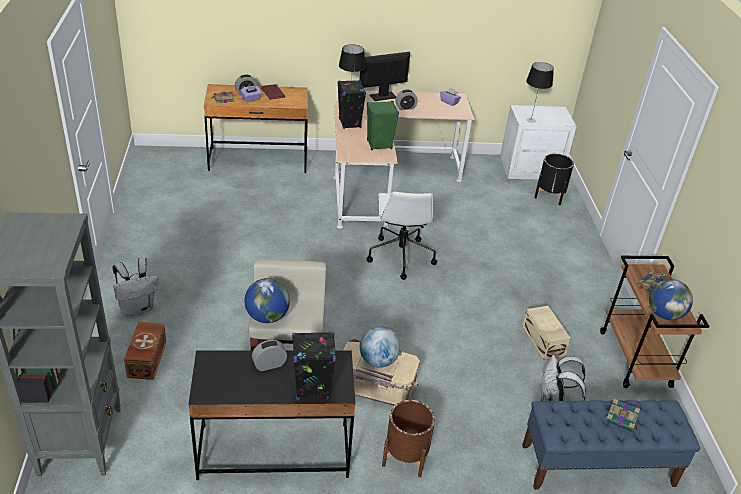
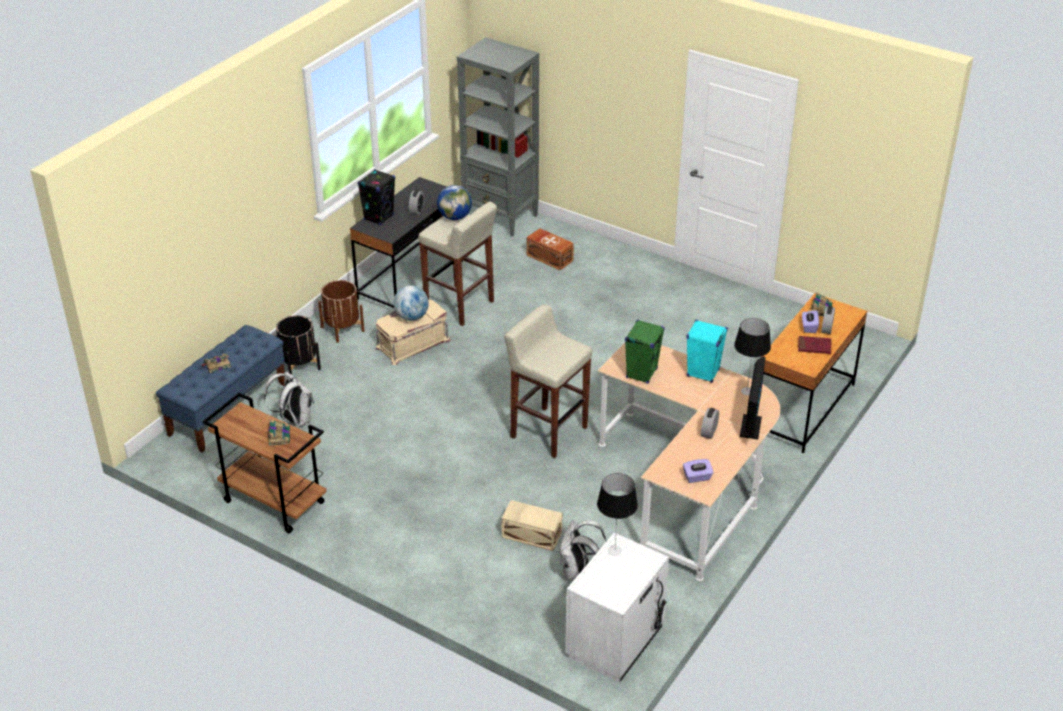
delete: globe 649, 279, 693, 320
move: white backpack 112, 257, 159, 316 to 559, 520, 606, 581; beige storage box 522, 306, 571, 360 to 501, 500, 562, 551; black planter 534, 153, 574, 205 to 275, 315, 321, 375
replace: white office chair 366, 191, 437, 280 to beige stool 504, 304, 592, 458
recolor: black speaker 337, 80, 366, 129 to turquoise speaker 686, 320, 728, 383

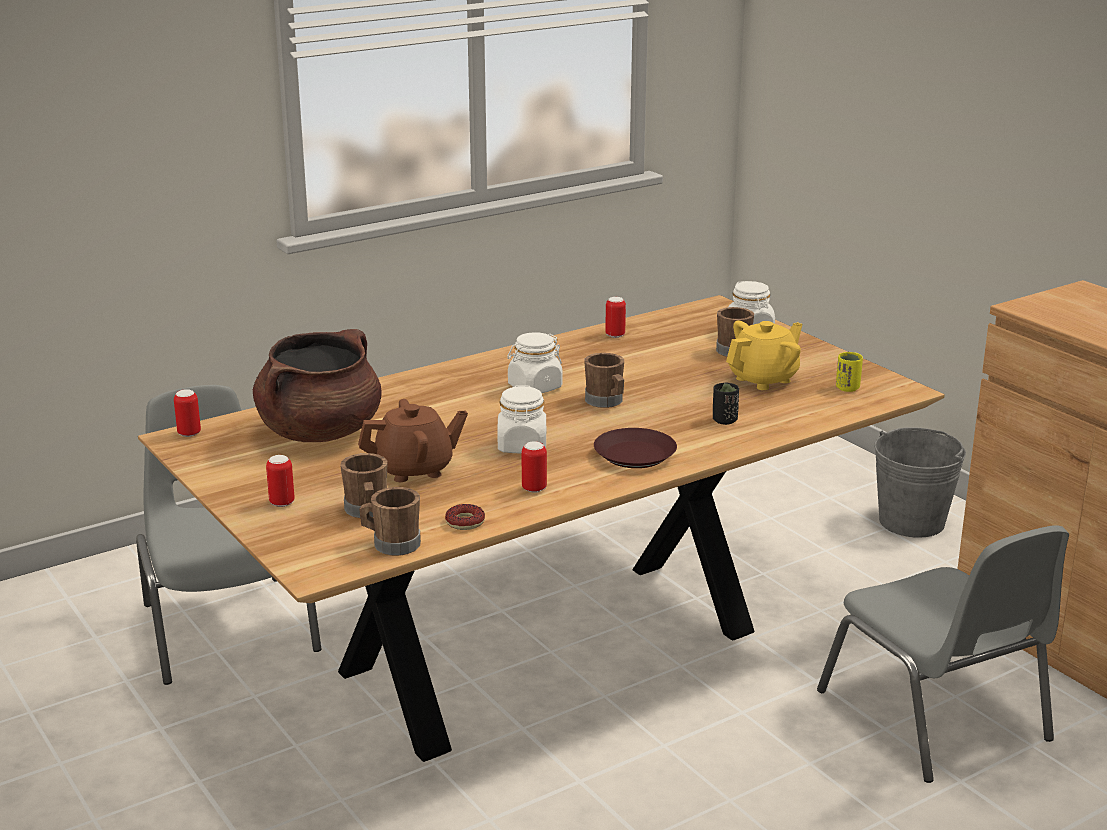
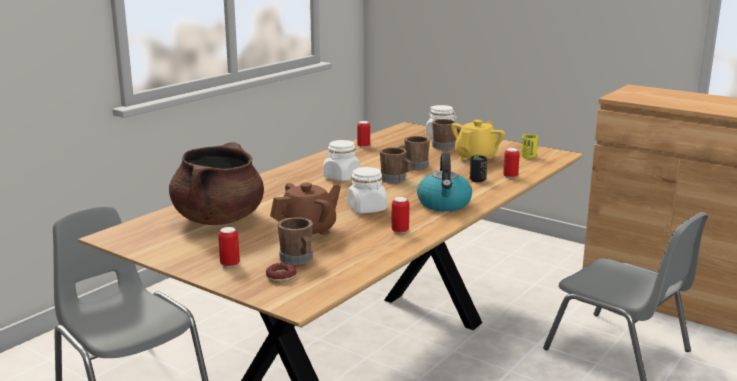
delete: grey bucket 874, 427, 966, 538
move: can 174, 389, 201, 437 to 503, 148, 520, 178; brown mug 359, 487, 421, 556 to 398, 136, 430, 170; donut 445, 504, 485, 530 to 266, 263, 297, 282
replace: brown plate 594, 428, 677, 468 to kettle 417, 153, 472, 211

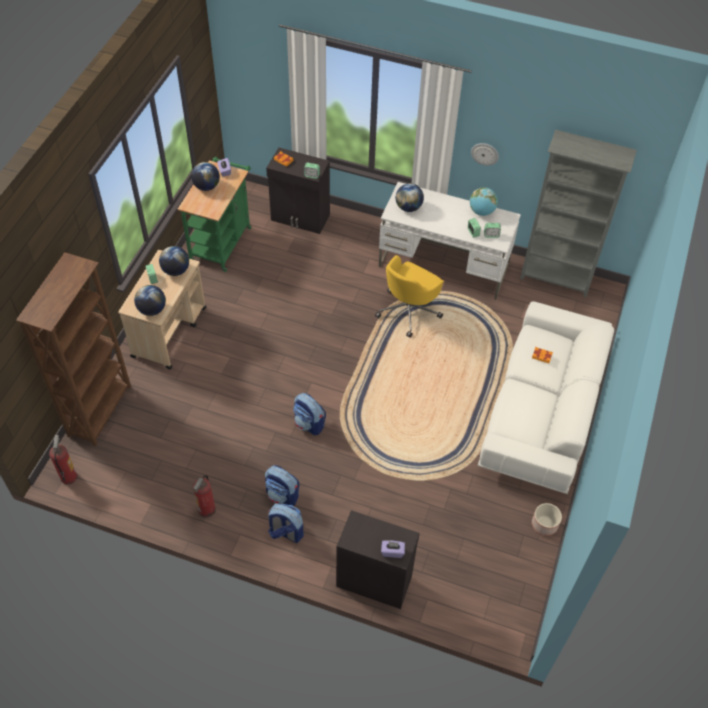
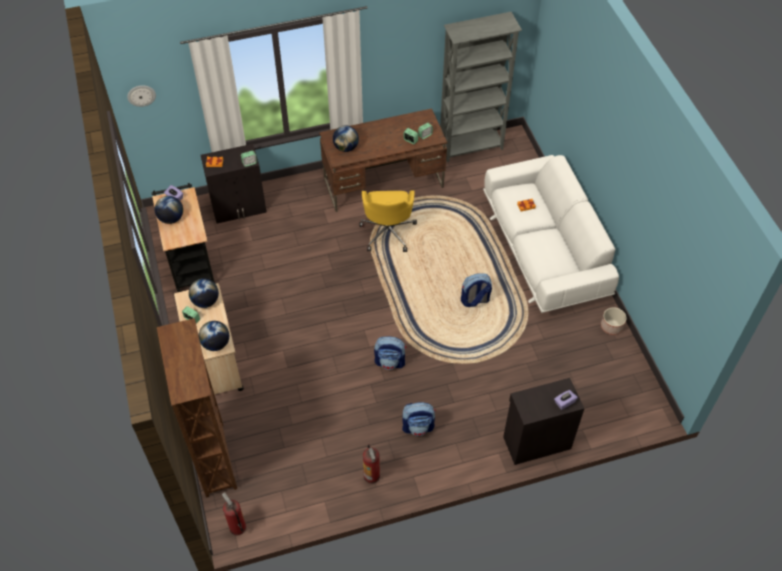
delete: globe 470, 187, 498, 216
move: backpack 268, 504, 304, 543 to 461, 273, 492, 307; wall clock 471, 143, 499, 166 to 127, 85, 156, 107
recolor: green cart 178, 157, 252, 272 to black cart 152, 183, 216, 292; white desk 379, 182, 521, 300 to brown desk 319, 108, 447, 212

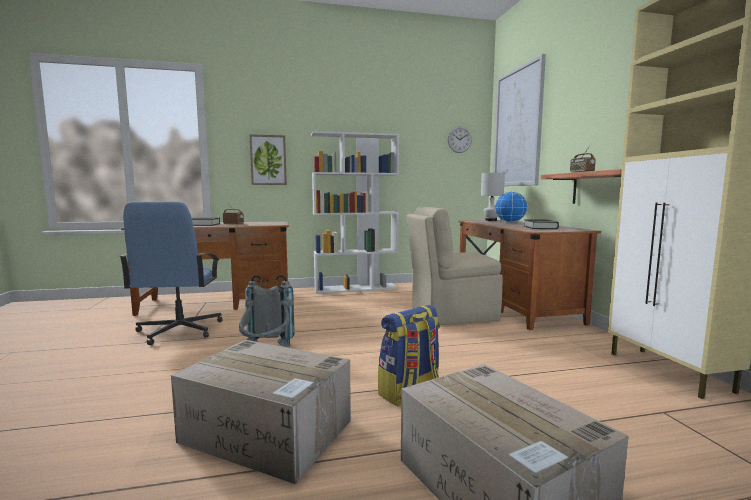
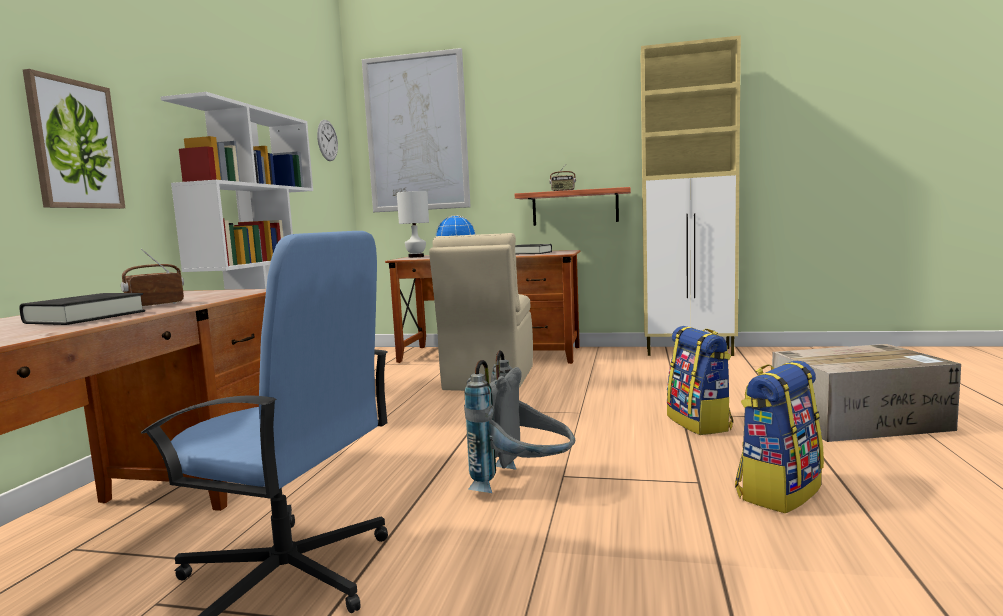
replace: cardboard box 171, 340, 351, 484 to backpack 735, 361, 824, 514

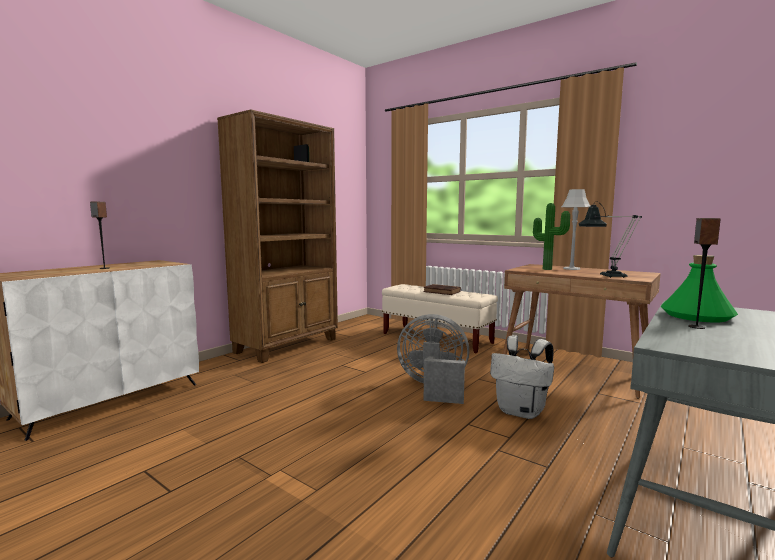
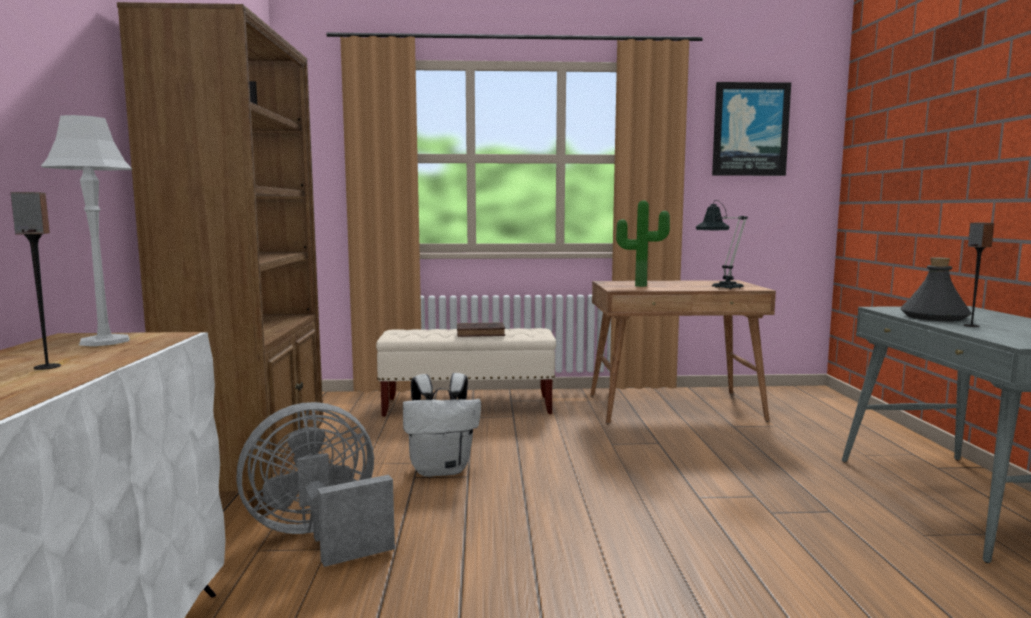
insert: picture 712, 82, 791, 176
move: grey fan 397, 314, 470, 404 to 236, 402, 395, 567; white backpack 490, 335, 554, 419 to 403, 373, 481, 477; grey table lamp 561, 189, 591, 270 to 41, 115, 132, 346
recolor: green bottle 661, 255, 738, 322 to grey bottle 900, 257, 972, 321

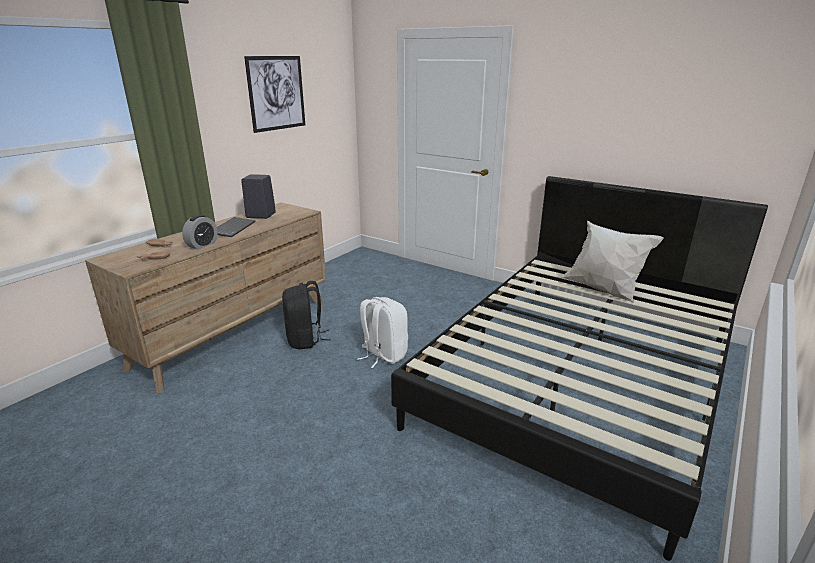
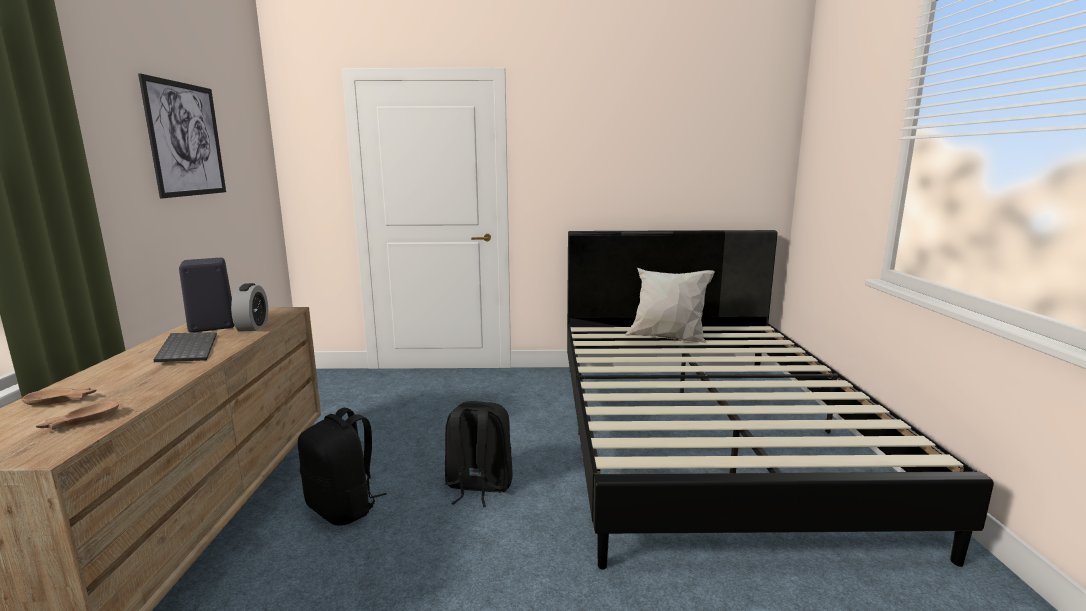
move: alarm clock 182, 215, 218, 249 to 231, 283, 268, 332
recolor: white backpack 357, 297, 408, 368 to black backpack 445, 401, 513, 507

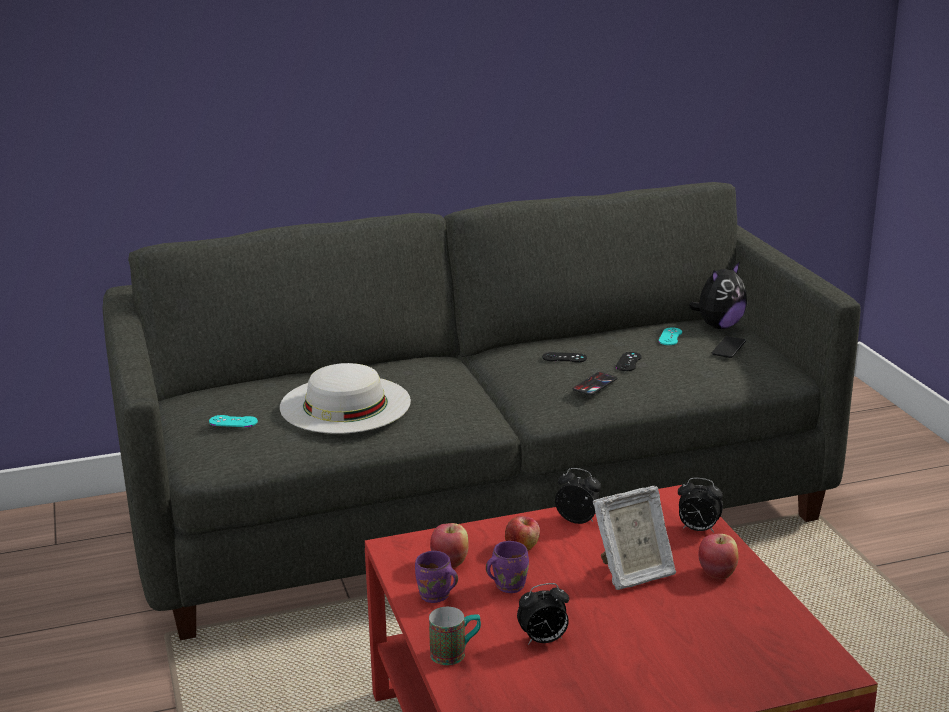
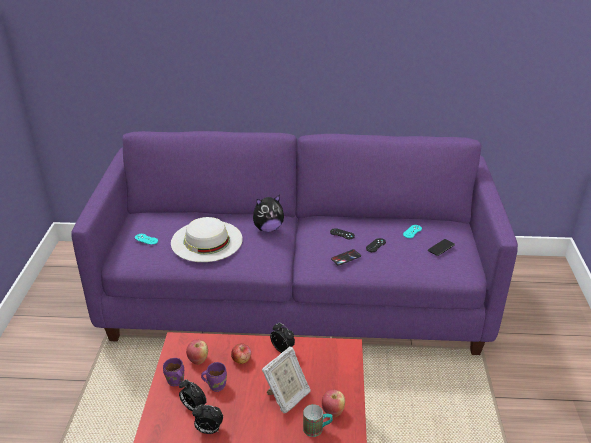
move: mug 429, 607, 481, 665 to 303, 404, 333, 437; alarm clock 678, 478, 723, 533 to 179, 379, 207, 411; plush toy 689, 261, 747, 329 to 253, 195, 284, 232
recolor: grey sofa 103, 182, 861, 640 to purple sofa 72, 131, 518, 355
rotate: picture frame 593, 486, 676, 590 = 262, 347, 311, 413 45 degrees counterclockwise

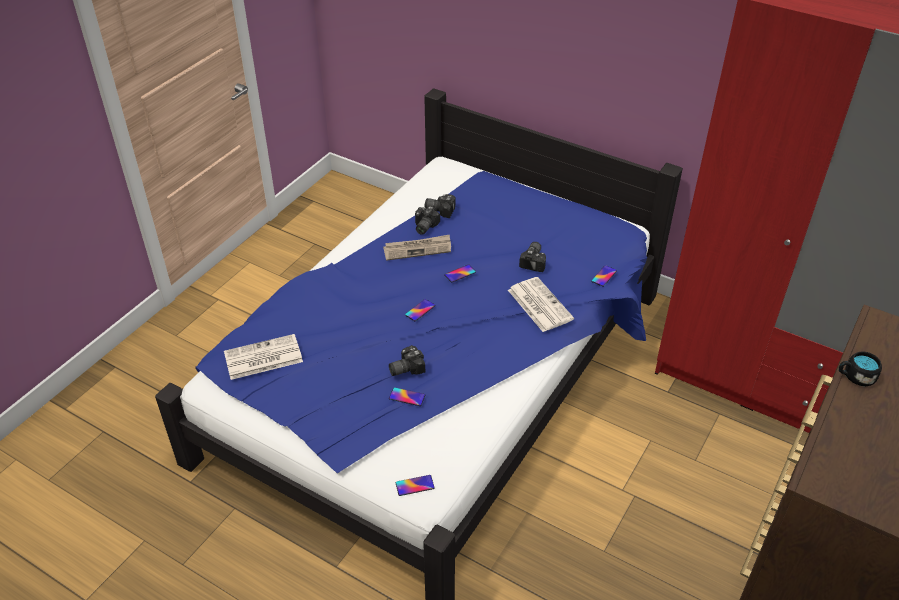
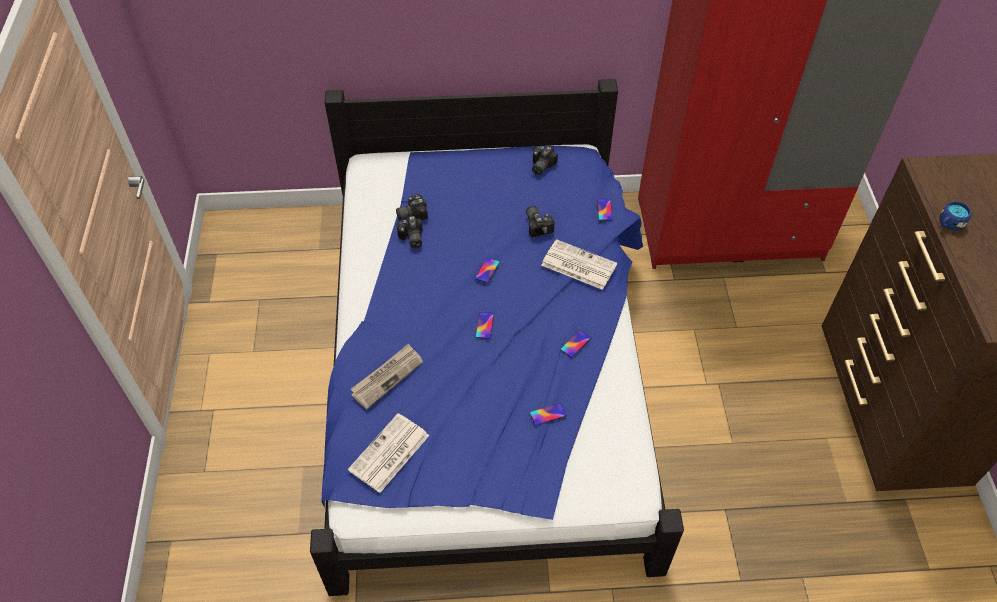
move: newspaper 383, 235, 451, 261 to 351, 343, 423, 409; photo camera 389, 345, 425, 376 to 532, 146, 558, 175; phone 396, 475, 435, 496 to 560, 330, 591, 358
recolor: black mug 839, 351, 882, 386 to blue mug 939, 201, 972, 231

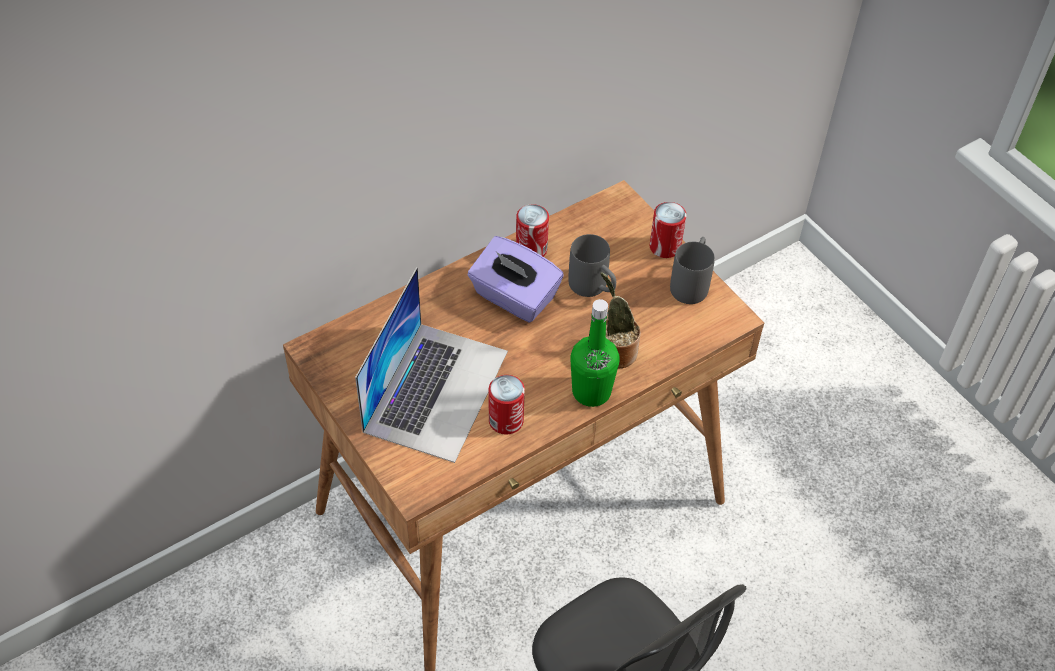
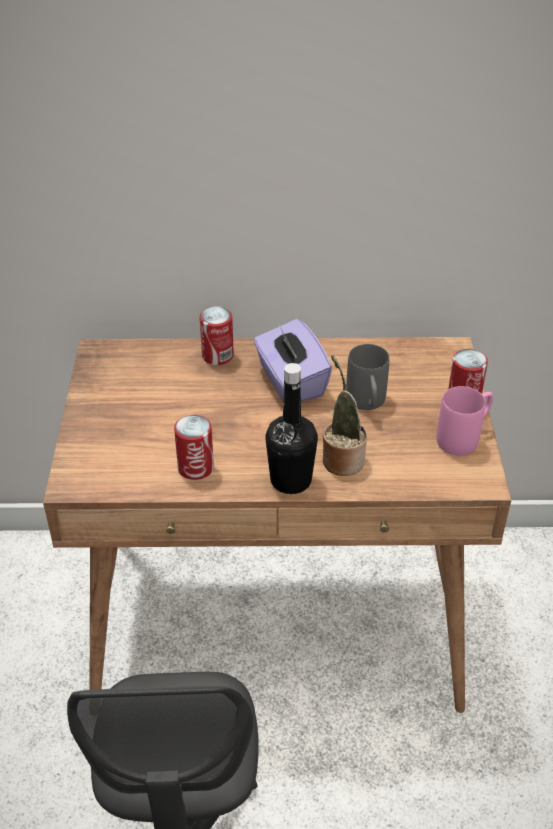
delete: laptop 355, 267, 508, 463
move: can 516, 204, 549, 257 to 200, 307, 234, 365
recolor: green bottle 570, 299, 619, 407 to black bottle 266, 363, 318, 494; grey mug 670, 237, 715, 304 to pink mug 437, 386, 493, 456

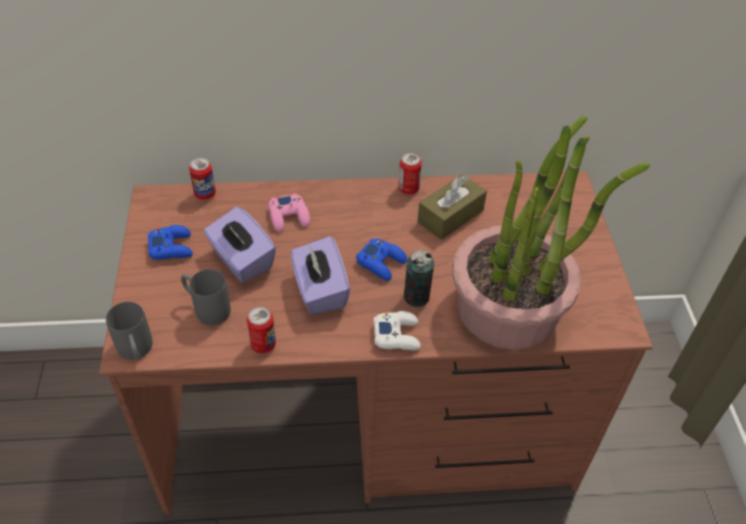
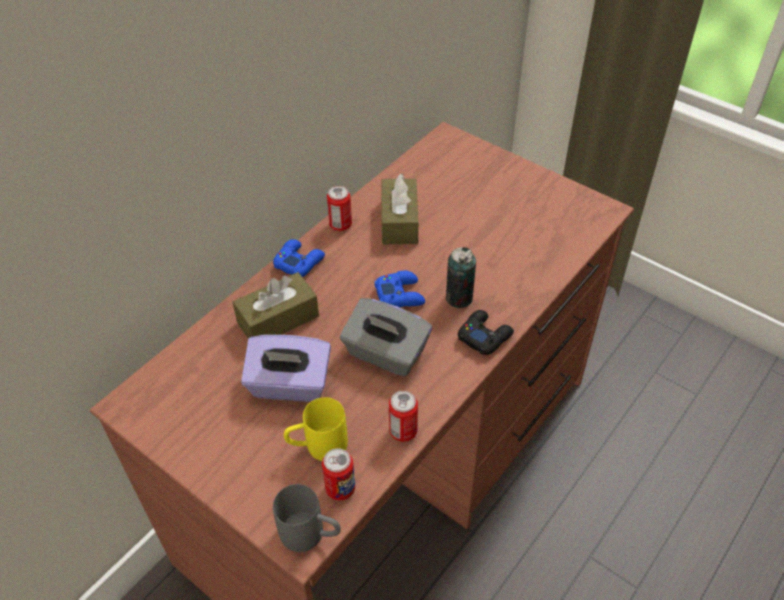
delete: potted plant 452, 116, 650, 350
move: blue game controller 148, 225, 193, 260 to 273, 239, 325, 277; can 189, 158, 216, 200 to 322, 448, 355, 501
replace: pink game controller 268, 194, 310, 232 to brown tissue box 232, 272, 319, 338
recolor: grey mug 181, 269, 231, 325 to yellow mug 284, 397, 348, 461; purple tissue box 291, 236, 350, 314 to grey tissue box 340, 298, 432, 377; white game controller 374, 311, 421, 350 to black game controller 458, 310, 514, 355

